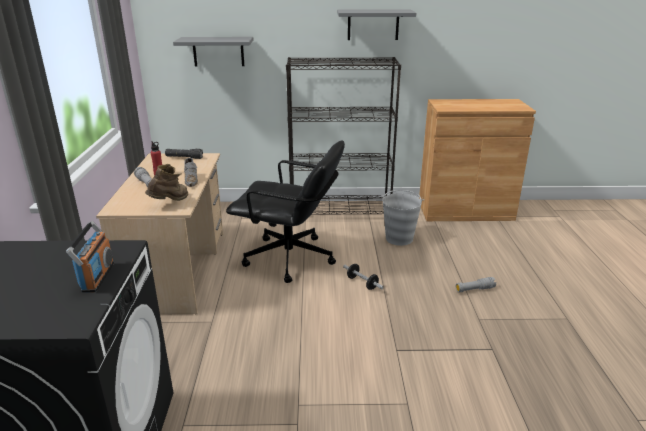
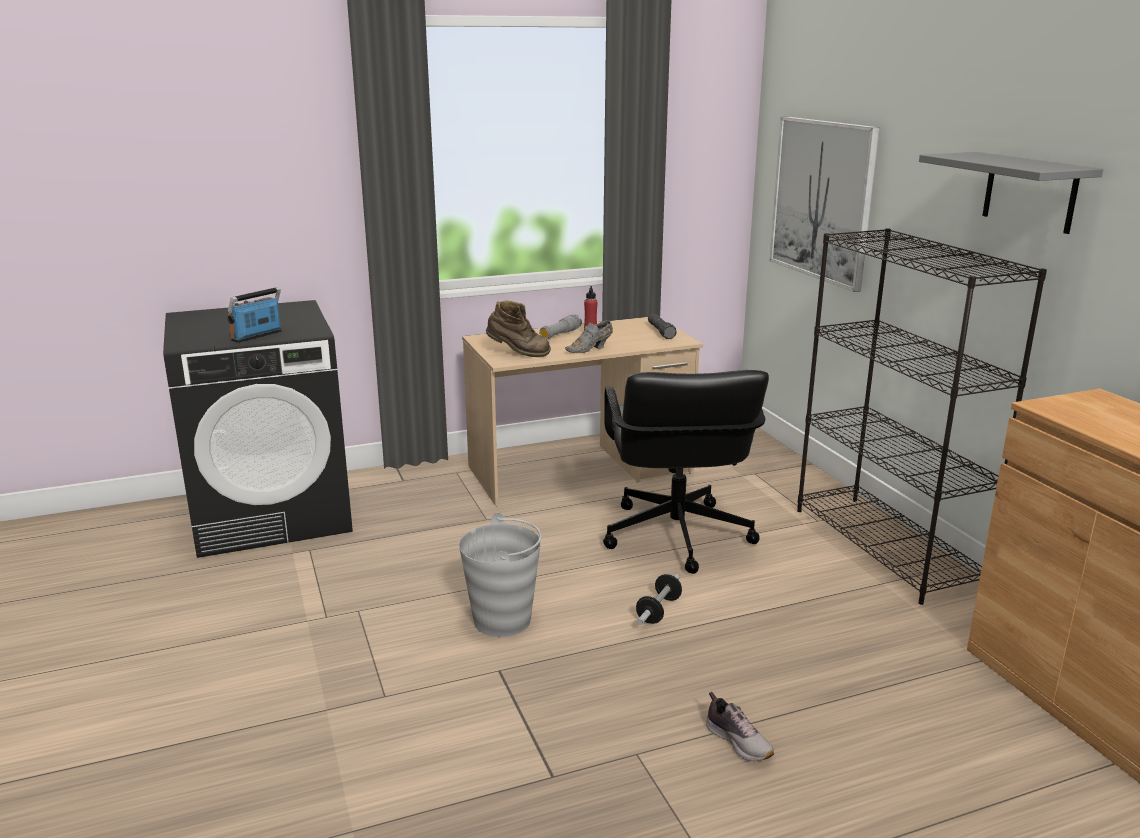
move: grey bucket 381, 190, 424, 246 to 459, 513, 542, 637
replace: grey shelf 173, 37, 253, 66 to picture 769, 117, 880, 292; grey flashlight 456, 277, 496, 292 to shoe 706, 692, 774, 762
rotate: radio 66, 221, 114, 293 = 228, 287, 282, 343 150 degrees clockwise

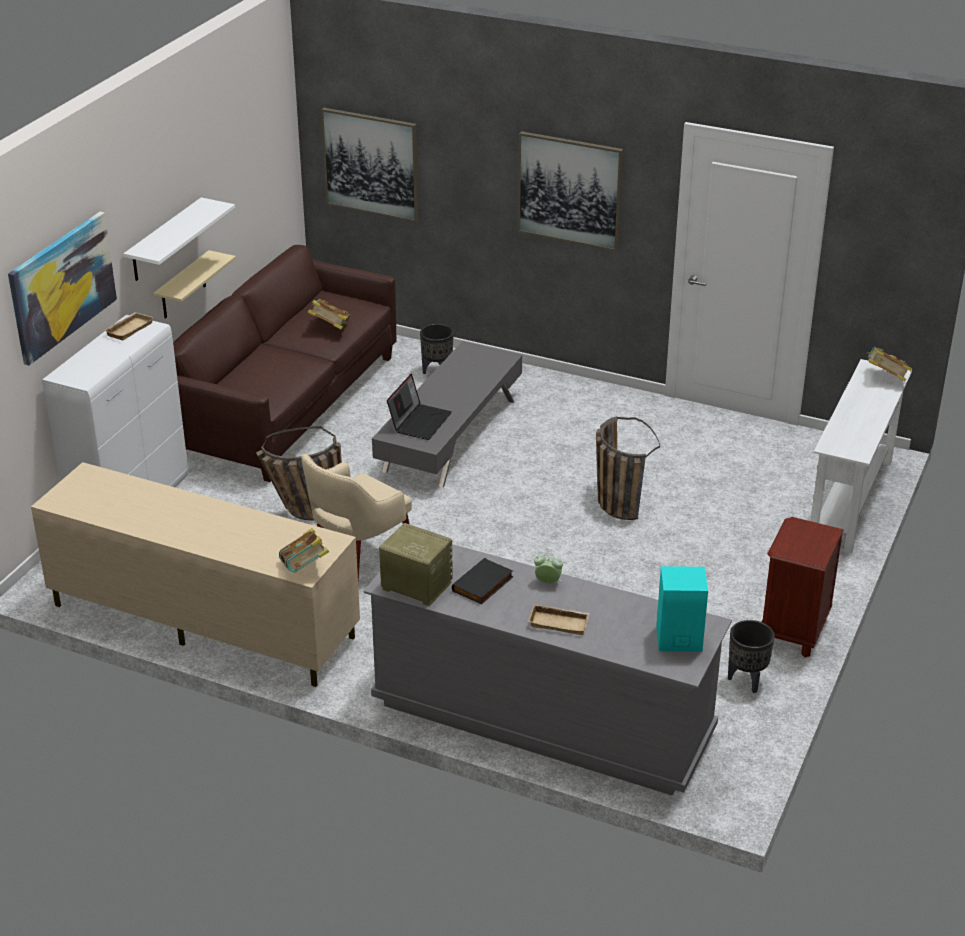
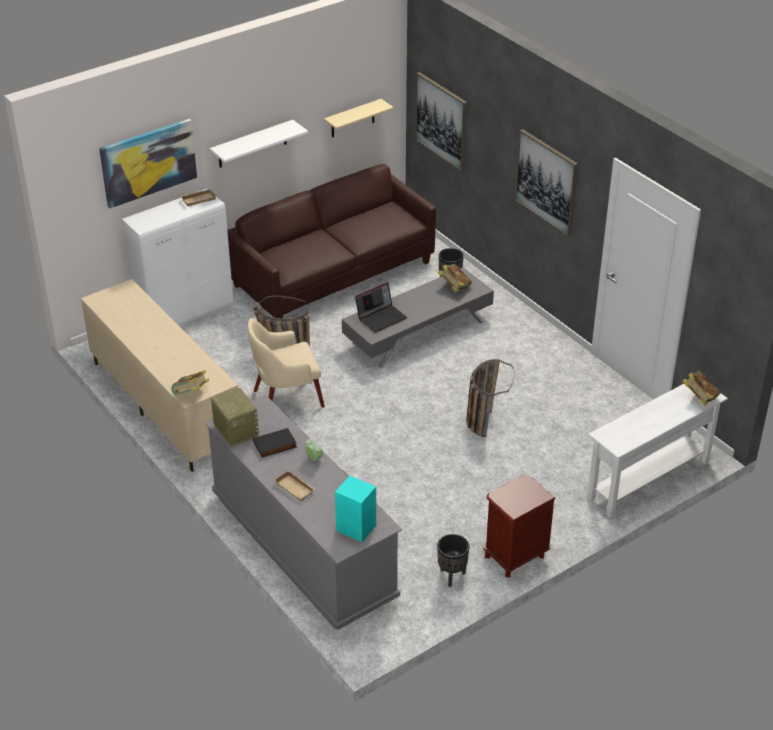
move: beige shelf 154, 250, 236, 319 to 324, 99, 394, 137; book 308, 299, 350, 329 to 438, 264, 472, 292

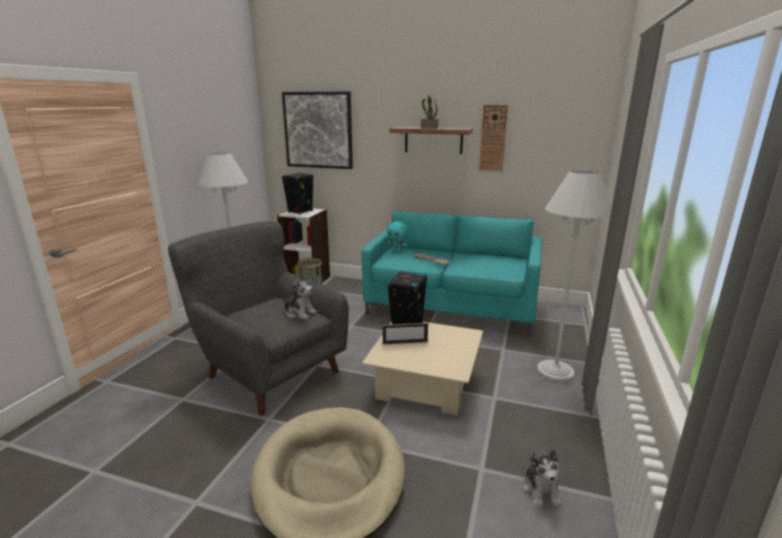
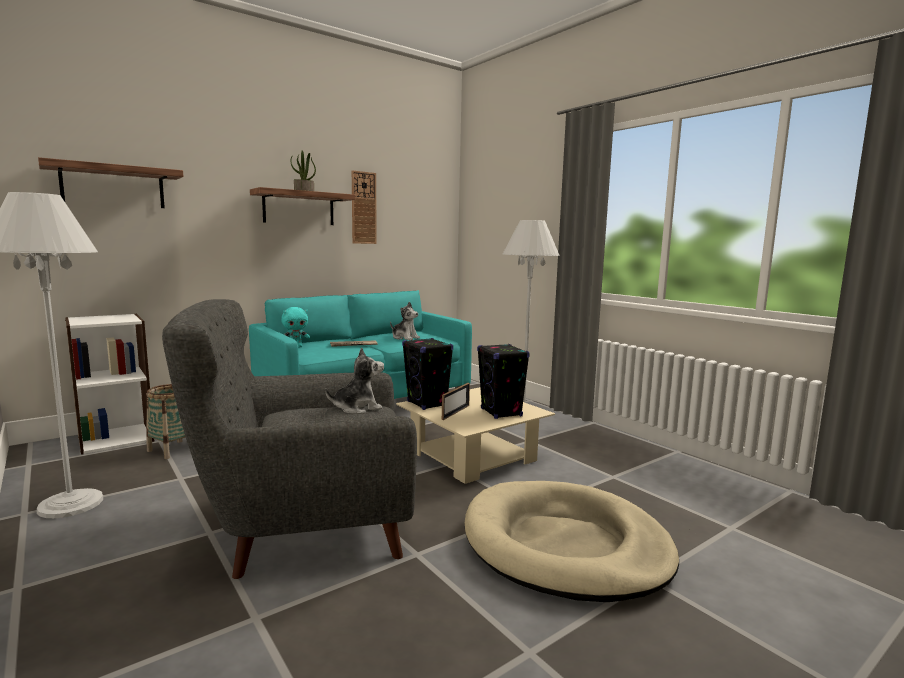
move: black speaker 282, 173, 314, 214 to 477, 344, 530, 419; plush toy 523, 449, 561, 507 to 390, 302, 420, 340
replace: picture 282, 92, 353, 169 to shelf 38, 157, 184, 208

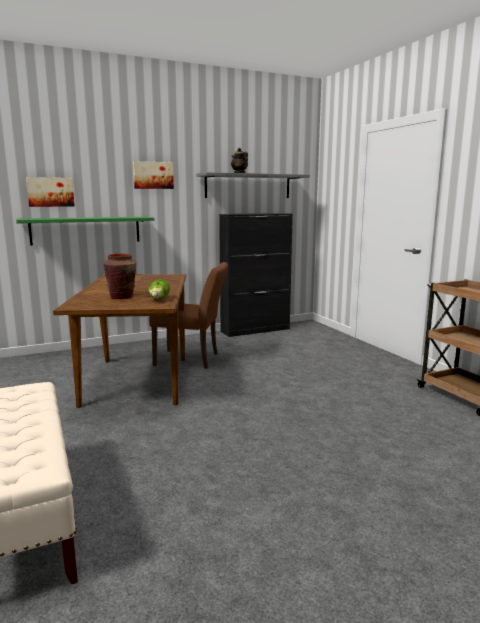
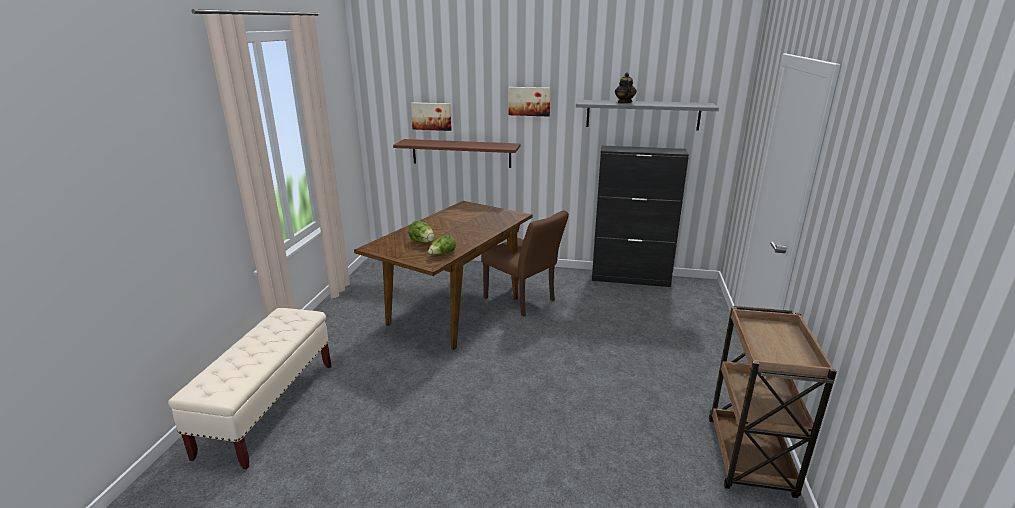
replace: brown vase 104, 254, 136, 299 to lettuce 408, 220, 435, 243
recolor: green shelf 16, 217, 154, 246 to brown shelf 393, 139, 521, 168

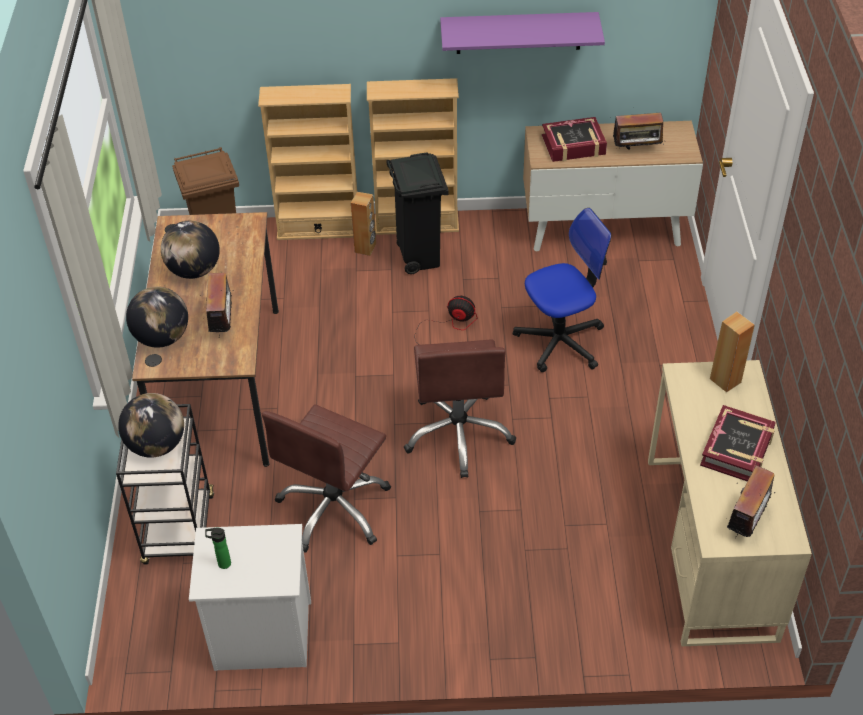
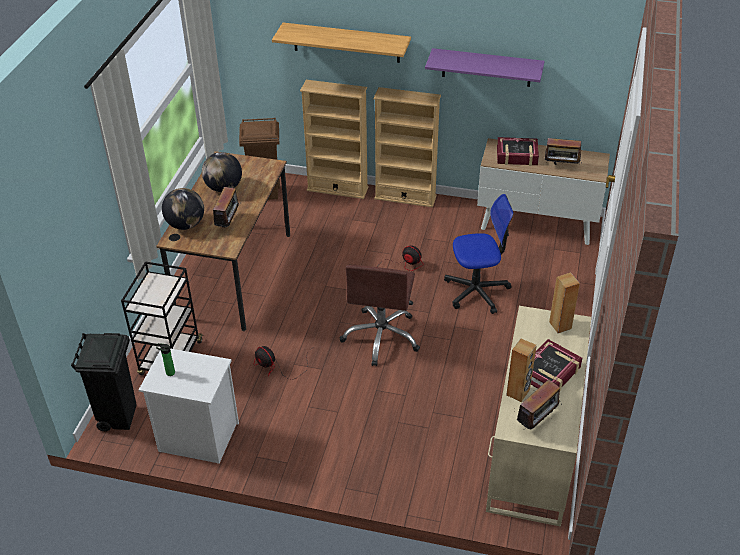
delete: globe 118, 393, 184, 458
insert: shelf 272, 23, 411, 63
move: brown speaker 351, 192, 376, 256 to 506, 339, 537, 402; black trash can 386, 152, 449, 274 to 71, 333, 137, 431
replace: brown office chair 262, 404, 391, 553 to fan 254, 346, 311, 380

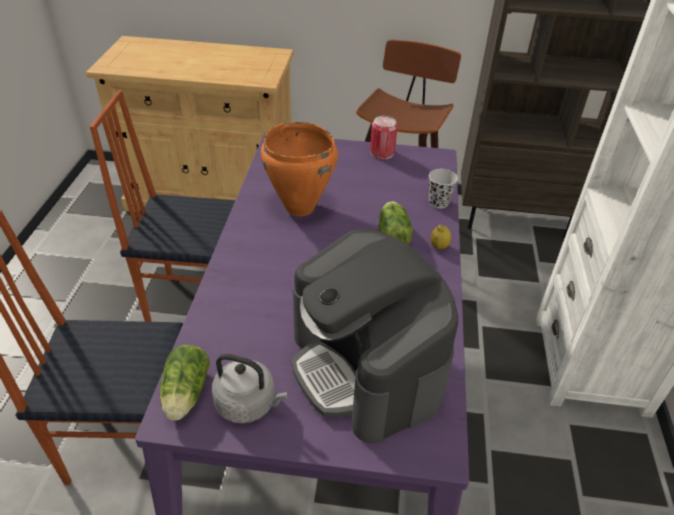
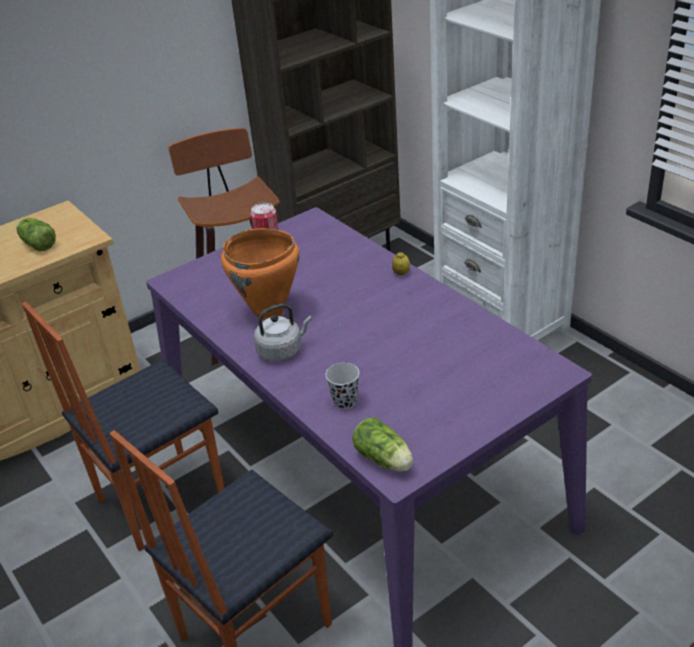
delete: coffee machine 292, 229, 458, 444
move: grey kettle 212, 354, 287, 424 to 254, 303, 312, 361; lettuce 379, 201, 413, 245 to 16, 218, 56, 251; black cup 429, 169, 458, 208 to 325, 363, 359, 409

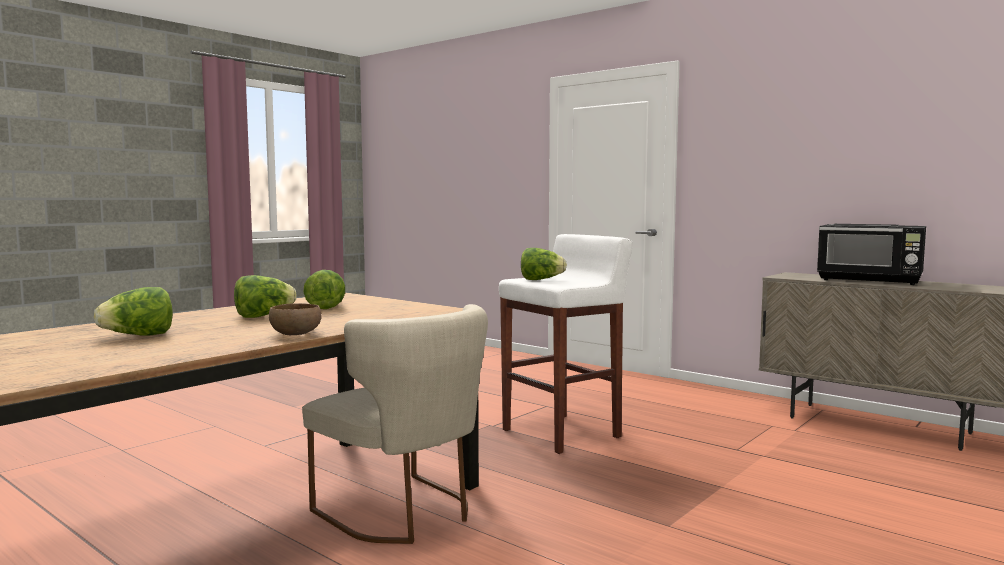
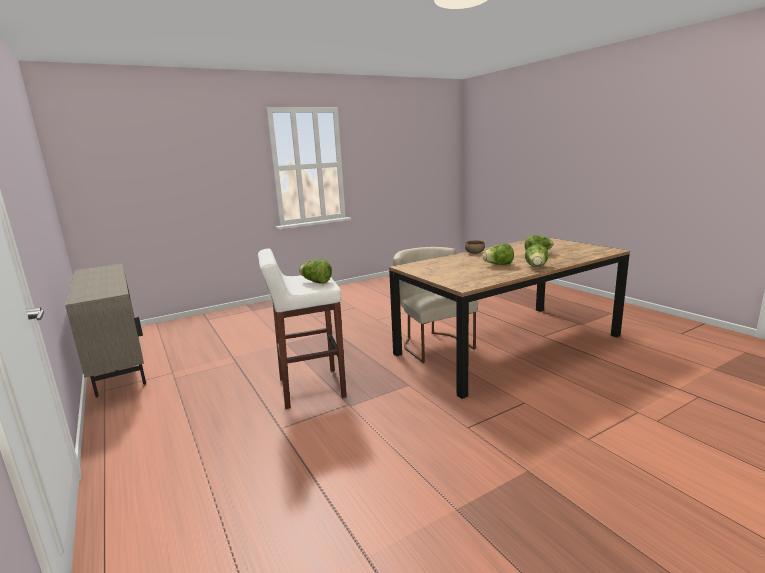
delete: black microwave 817, 224, 926, 285
move: lettuce 304, 270, 345, 309 to 525, 244, 548, 267

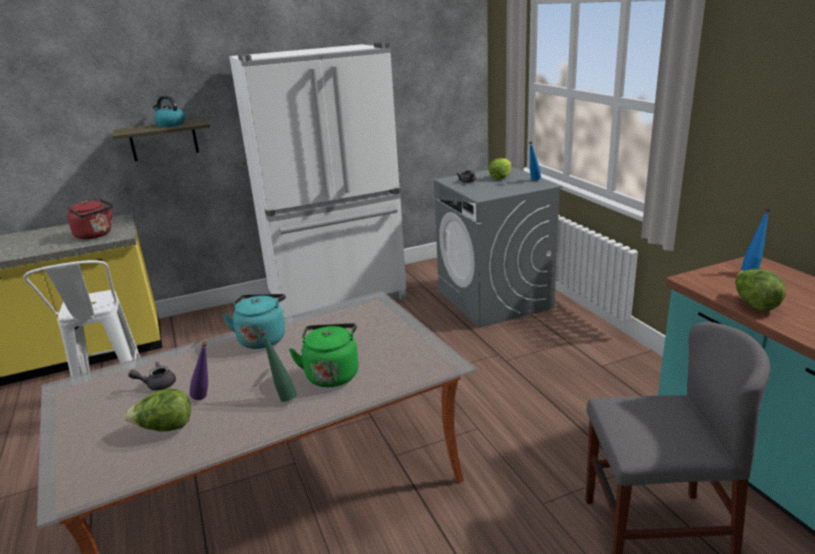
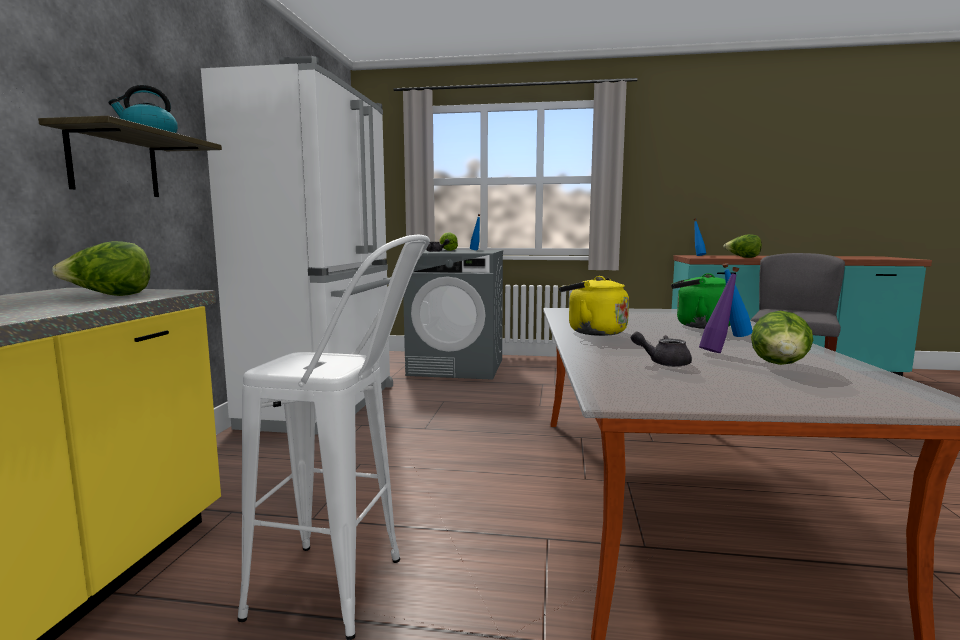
replace: red kettle 67, 198, 113, 239 to lettuce 52, 241, 150, 296
recolor: turquoise kettle 223, 294, 286, 349 to yellow kettle 559, 276, 629, 336; green bottle 261, 332, 297, 402 to blue bottle 722, 263, 753, 337
rotate: grey teapot 128, 362, 176, 391 = 631, 332, 692, 367 90 degrees clockwise

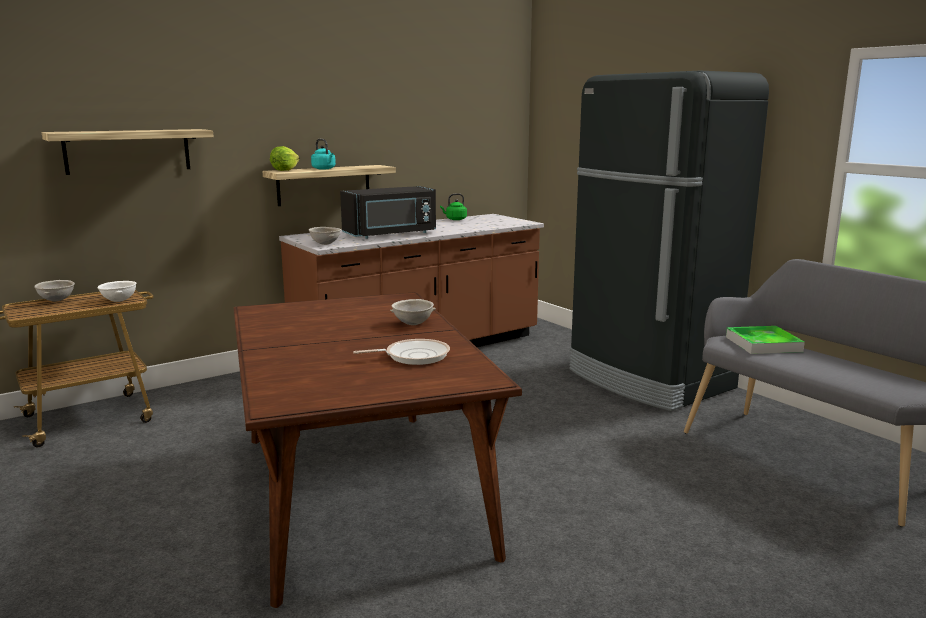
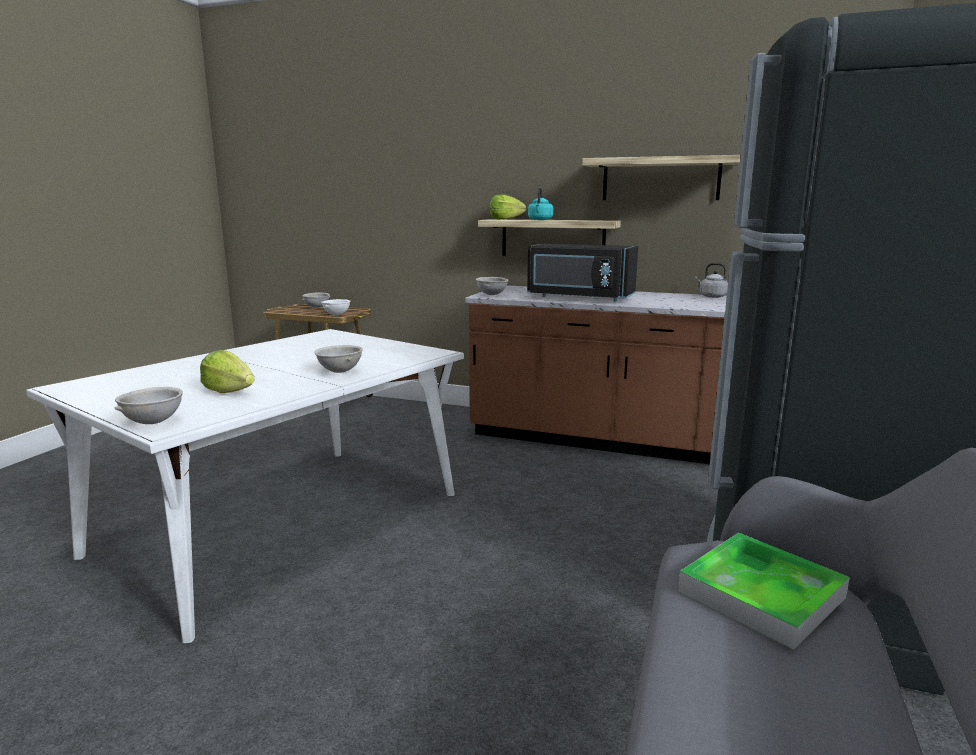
insert: grey bowl 114, 387, 183, 424
move: shelf 42, 129, 214, 175 to 582, 155, 740, 200
replace: frying pan 353, 339, 450, 365 to lettuce 200, 350, 255, 393
recolor: brown dining table 234, 292, 522, 608 to white dining table 26, 329, 464, 643; green kettle 440, 193, 467, 220 to grey kettle 695, 263, 728, 298

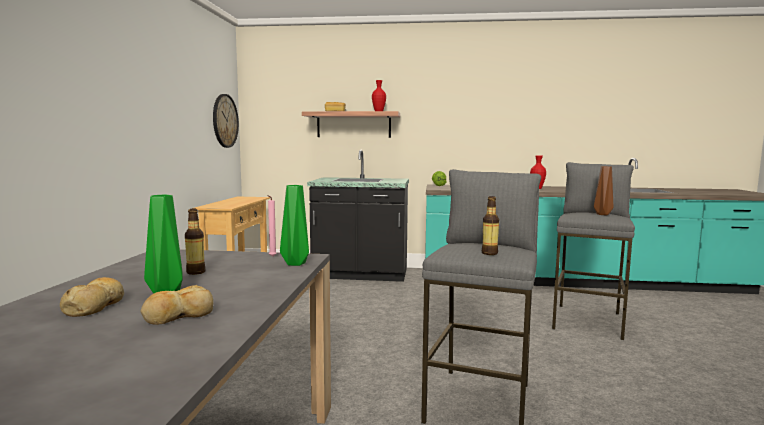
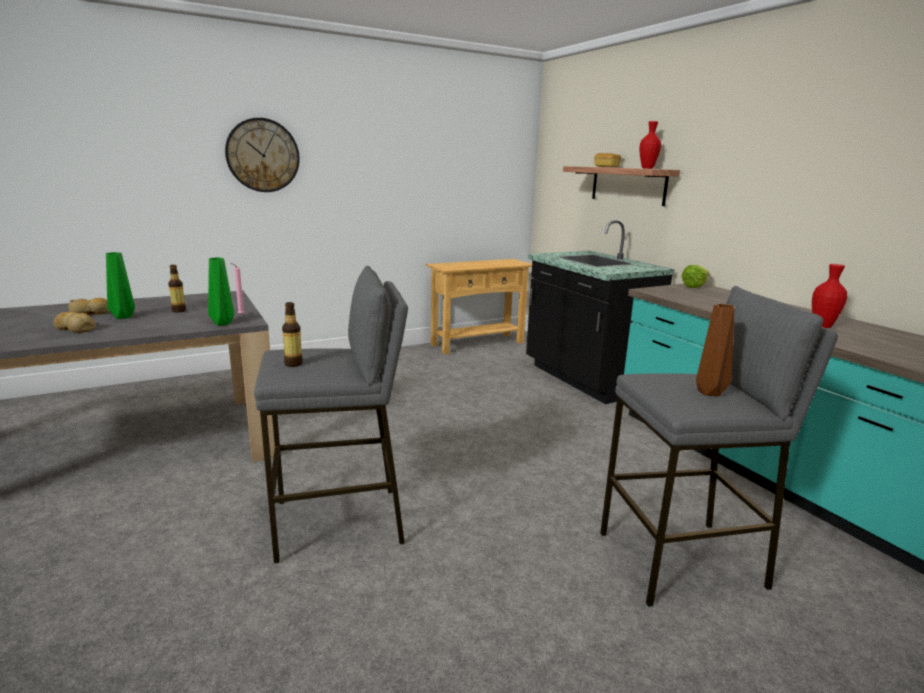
move: wall clock 213, 94, 239, 148 to 225, 118, 300, 192

